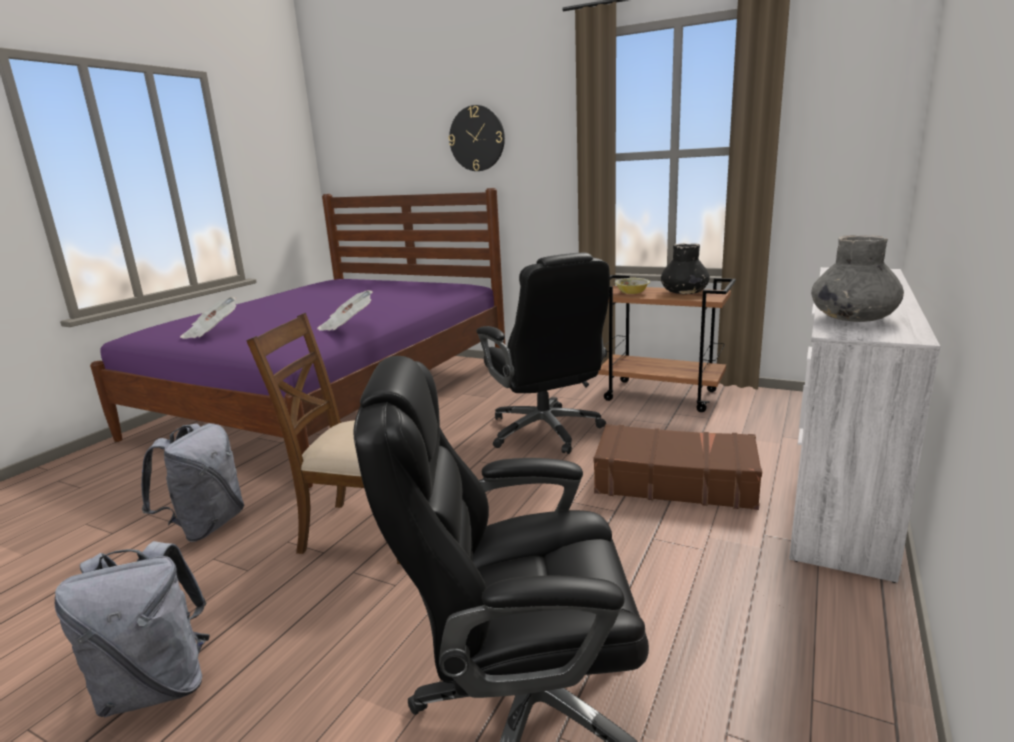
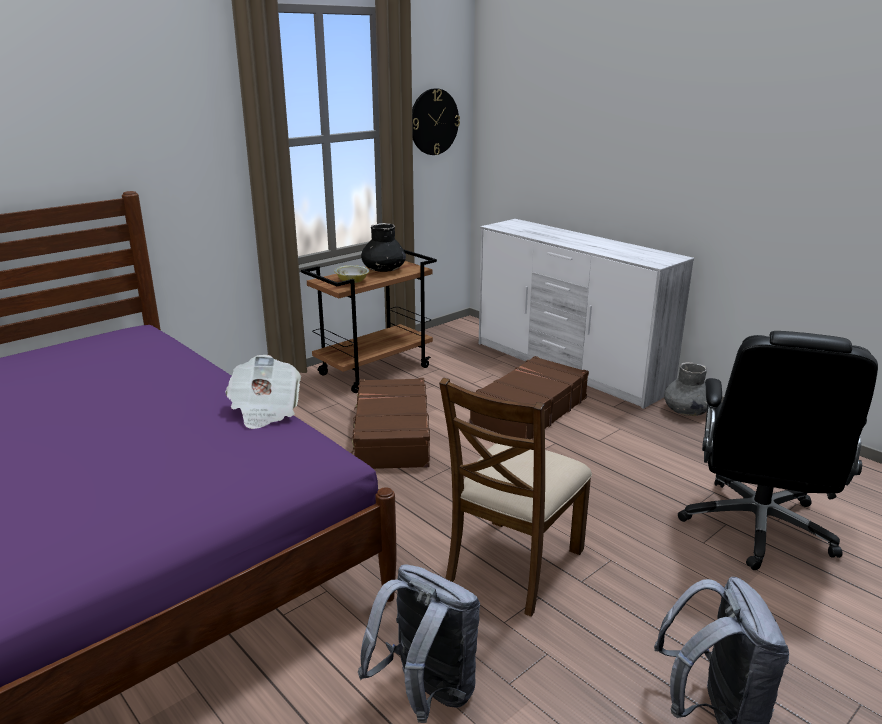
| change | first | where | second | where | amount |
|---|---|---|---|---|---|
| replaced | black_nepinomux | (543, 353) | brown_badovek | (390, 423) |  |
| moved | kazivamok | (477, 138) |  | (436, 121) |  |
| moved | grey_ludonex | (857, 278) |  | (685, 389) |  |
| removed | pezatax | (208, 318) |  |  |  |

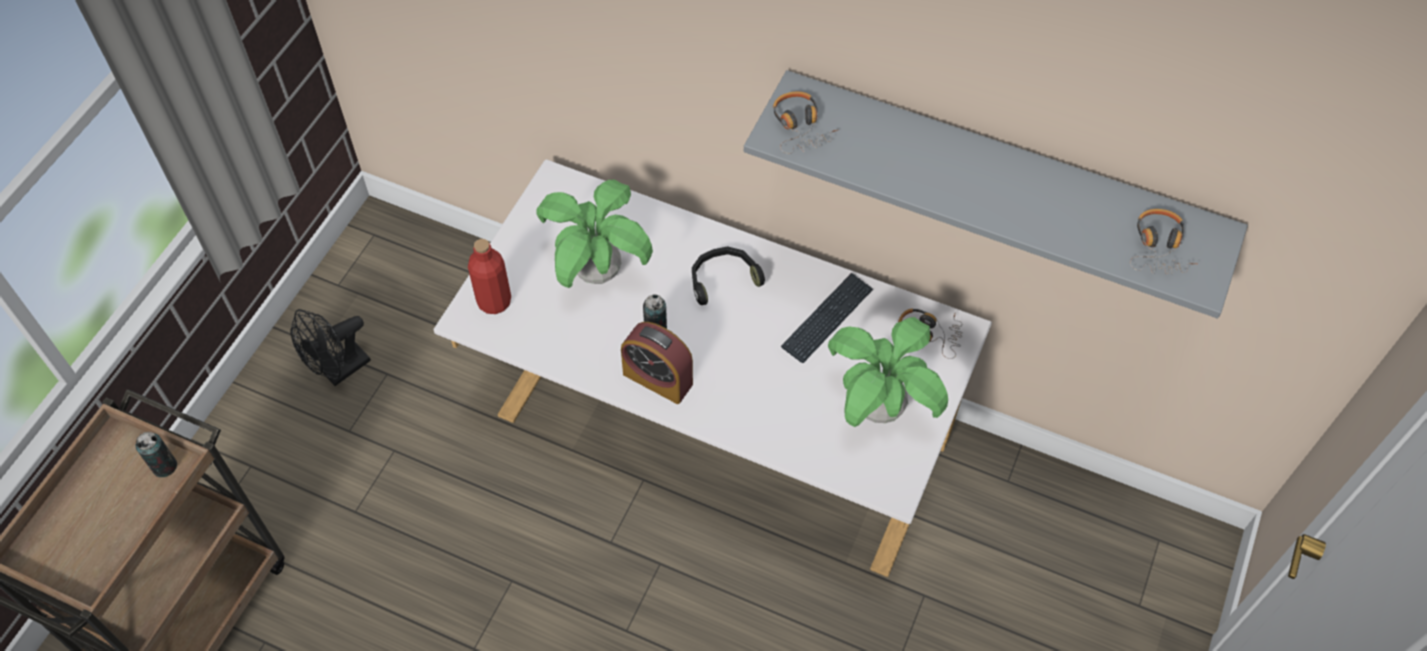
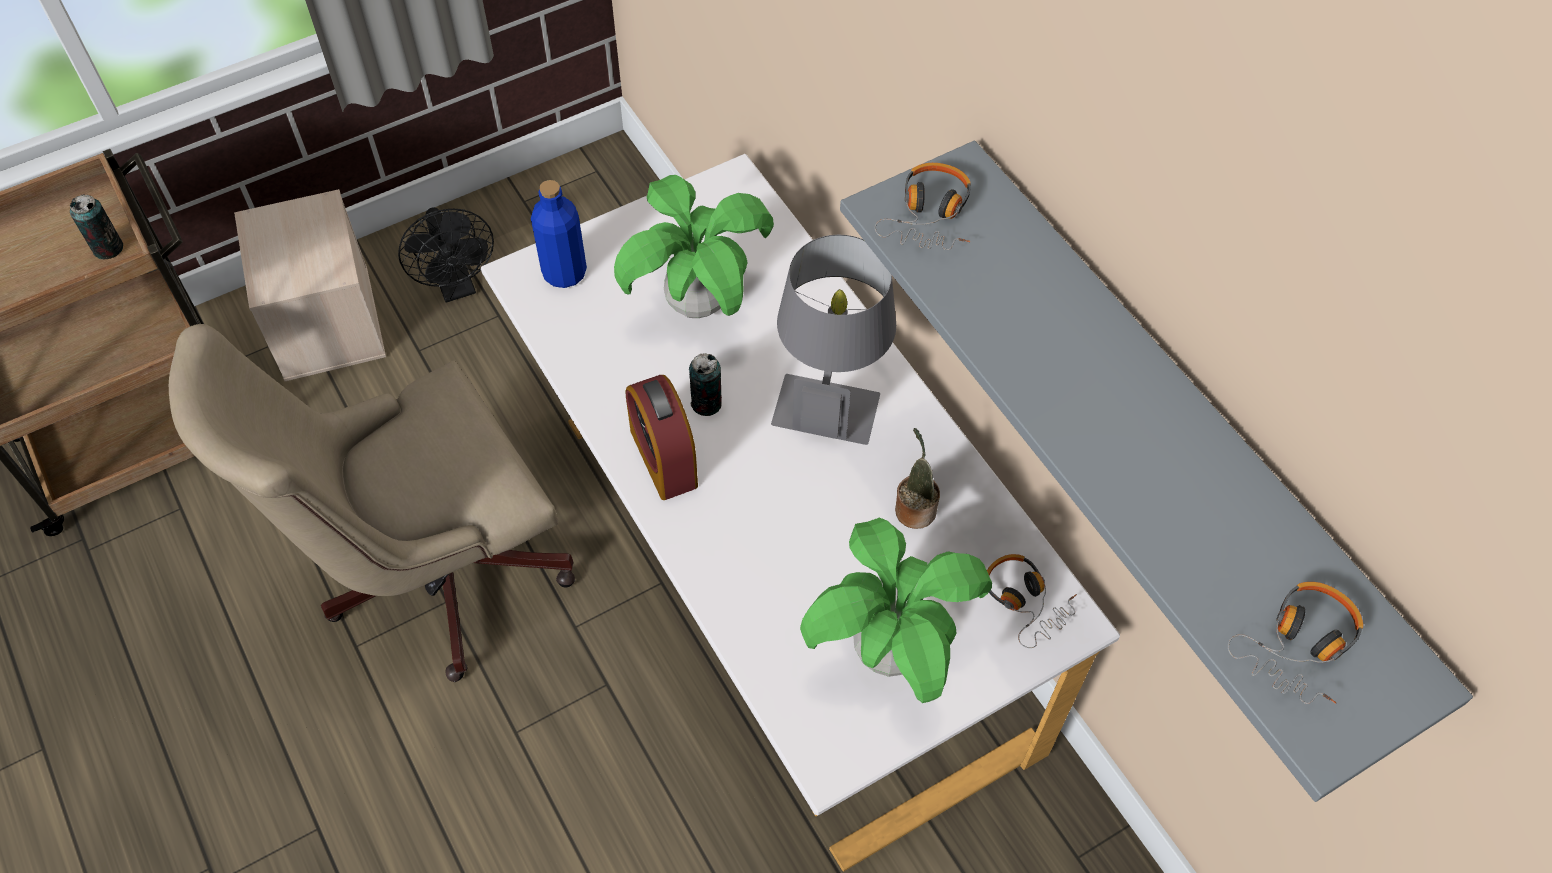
| change | first | where | second | where | amount |
|---|---|---|---|---|---|
| added |  |  | beige_nepinomux | (372, 503) |  |
| added |  |  | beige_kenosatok | (310, 285) |  |
| turned | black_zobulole | (330, 347) |  | (446, 255) | 105 degrees counterclockwise |
| recoloured | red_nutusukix | (489, 276) | blue_nutusukix | (559, 234) |  |
| replaced | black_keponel | (728, 275) | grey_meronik | (833, 340) |  |
| replaced | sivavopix | (827, 318) | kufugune | (917, 478) |  |

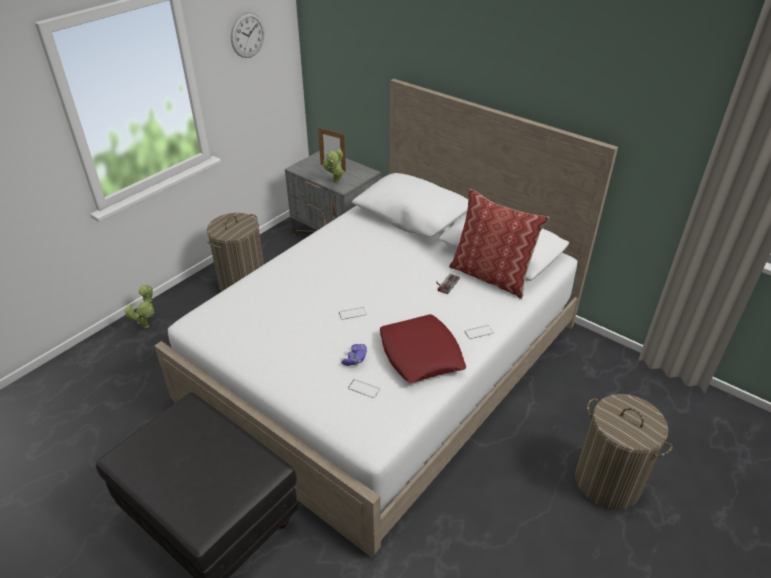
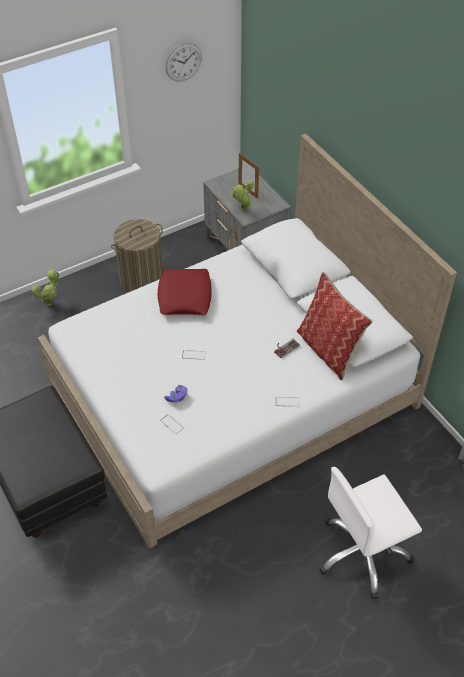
| change | first | where | second | where | amount |
|---|---|---|---|---|---|
| moved | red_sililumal | (423, 348) |  | (185, 292) |  |
| replaced | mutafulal | (623, 452) | white_nepinomux | (370, 533) |  |

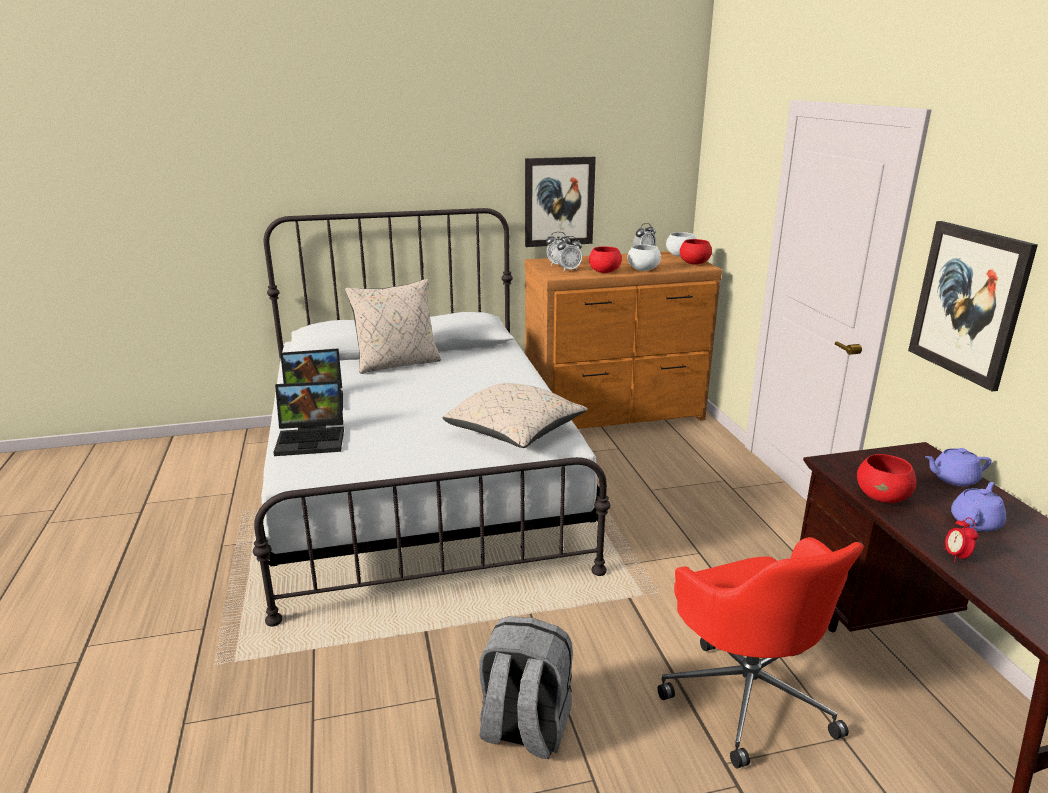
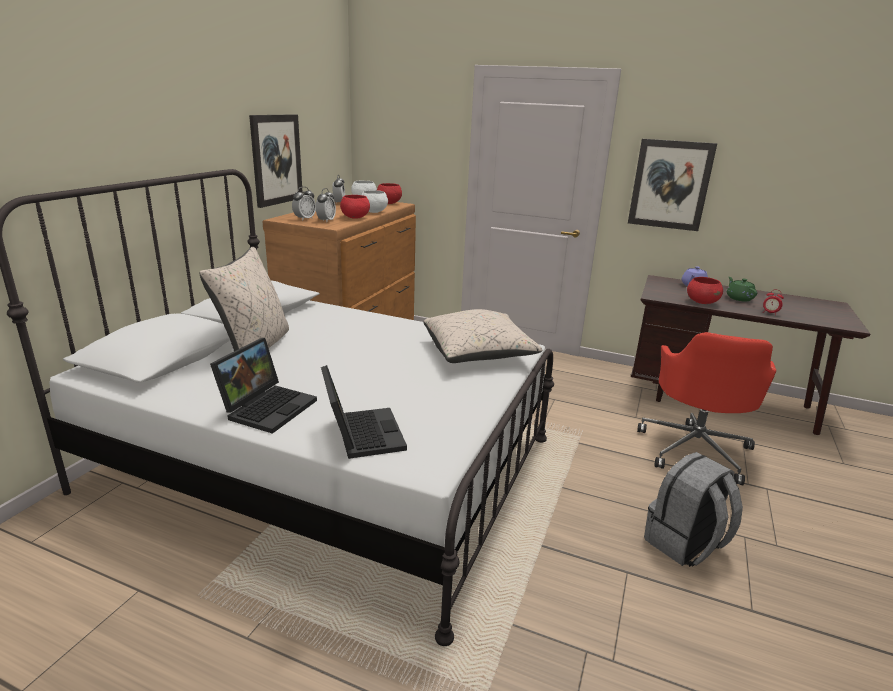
| change | first | where | second | where | amount |
|---|---|---|---|---|---|
| turned | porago | (308, 418) |  | (364, 412) | 45 degrees counterclockwise |
| turned | red_nepinomux | (761, 652) |  | (706, 408) | 90 degrees clockwise |
| recoloured | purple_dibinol | (978, 507) | green_dibinol | (742, 289) |  |

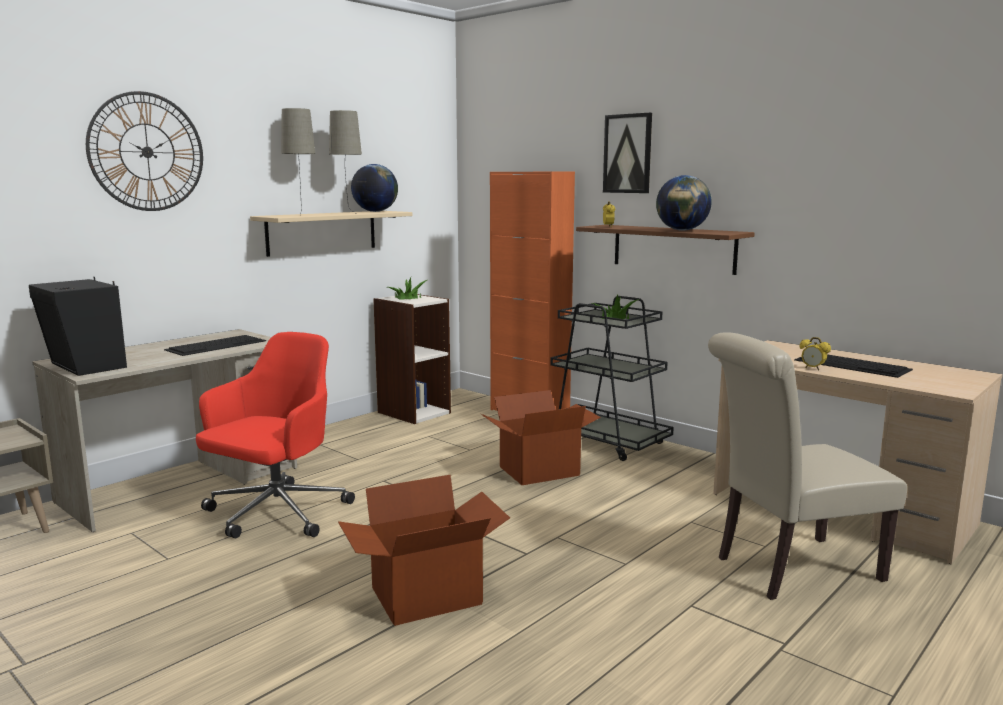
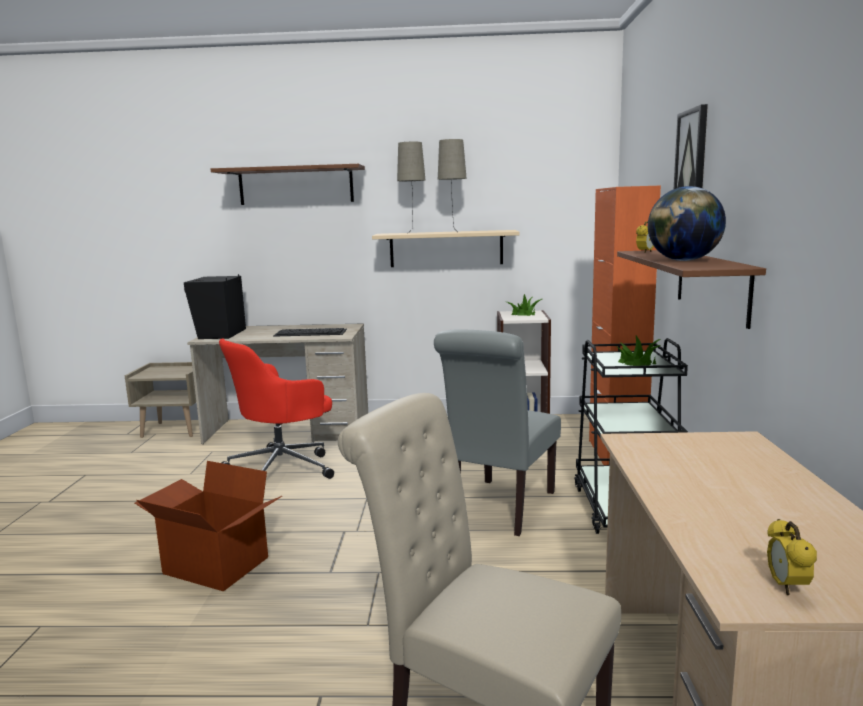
| change | first | where | second | where | amount |
|---|---|---|---|---|---|
| replaced | kazivamok | (144, 151) | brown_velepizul | (288, 184) |  |
| turned | red_nepinomux | (275, 435) |  | (276, 409) | 150 degrees clockwise |
| replaced | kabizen | (541, 437) | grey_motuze | (497, 432) |  |
| moved | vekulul | (815, 353) |  | (792, 557) |  |
| removed | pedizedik | (374, 188) |  |  |  |
| removed | sivavopix | (853, 366) |  |  |  |

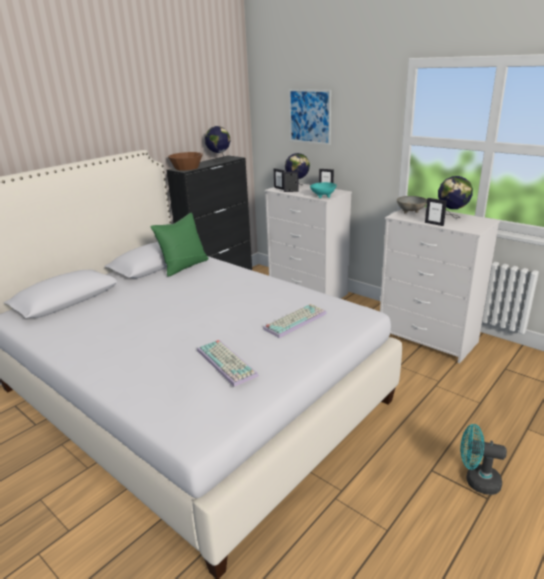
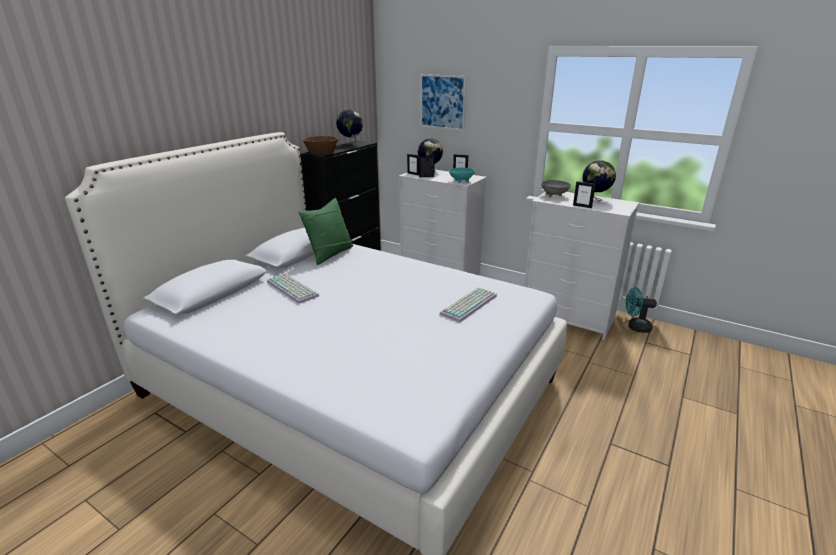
| change | first | where | second | where | amount |
|---|---|---|---|---|---|
| moved | sivavopix | (228, 363) |  | (293, 288) |  |
| moved | turquoise_zobulole | (484, 459) |  | (641, 310) |  |

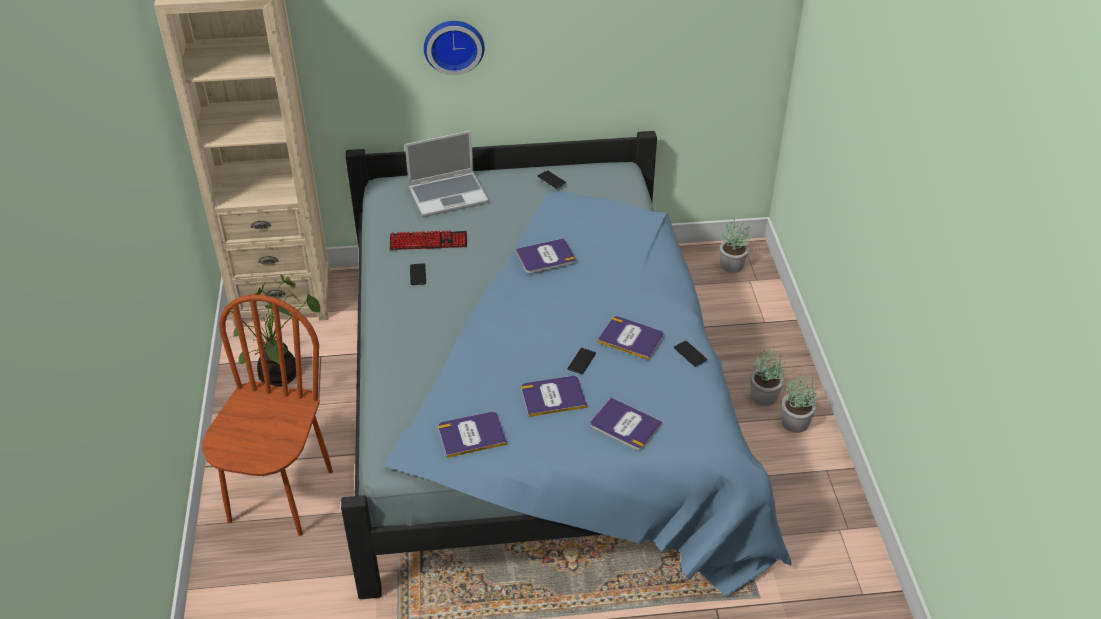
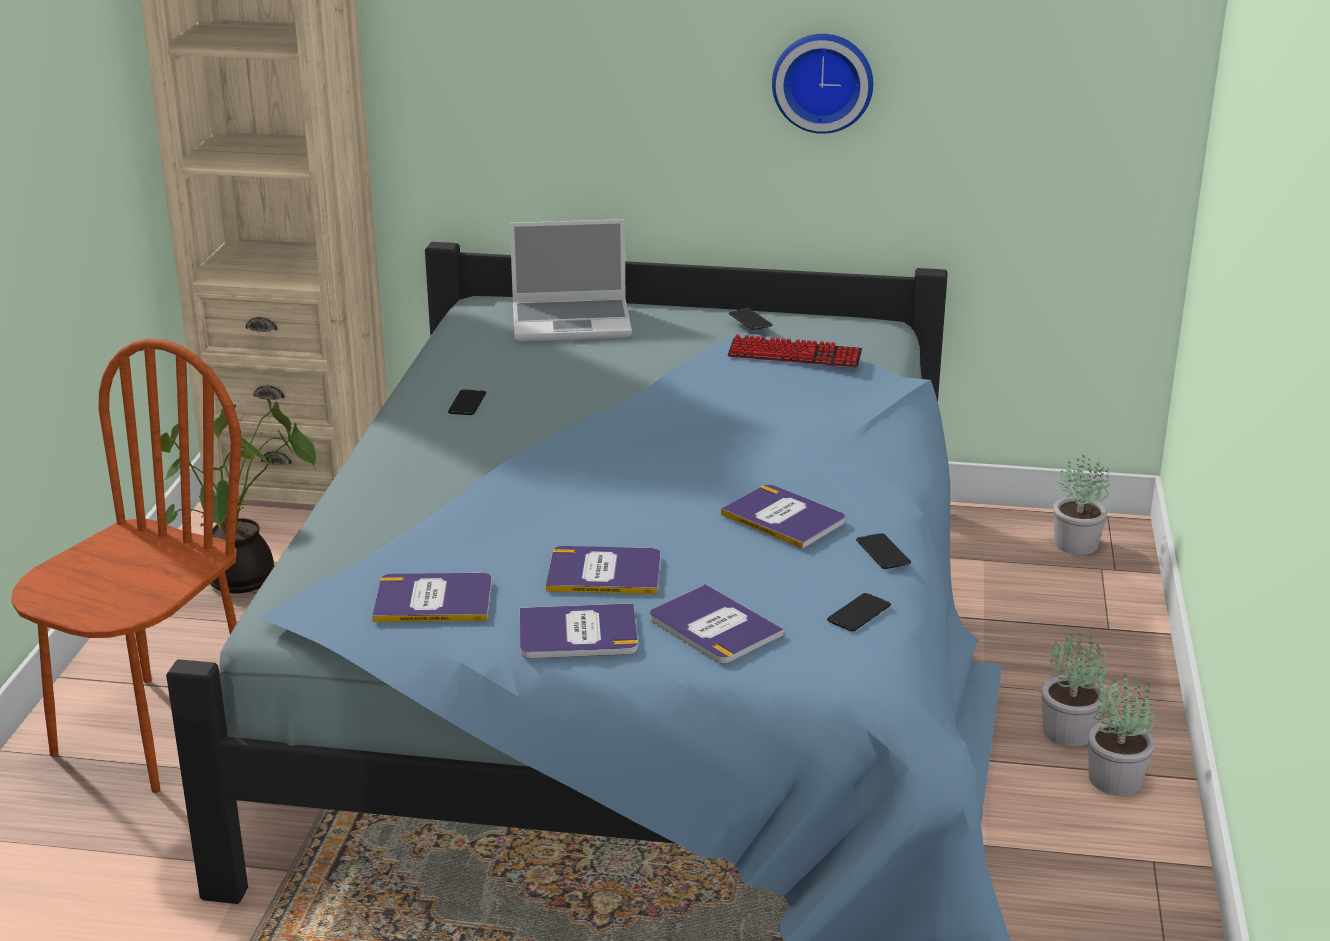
| change | first | where | second | where | amount |
|---|---|---|---|---|---|
| moved | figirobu | (545, 255) |  | (579, 630) |  |
| moved | sivavopix | (428, 240) |  | (795, 351) |  |
| moved | kazivamok | (454, 48) |  | (822, 84) |  |
| moved | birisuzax | (582, 361) |  | (859, 612) |  |

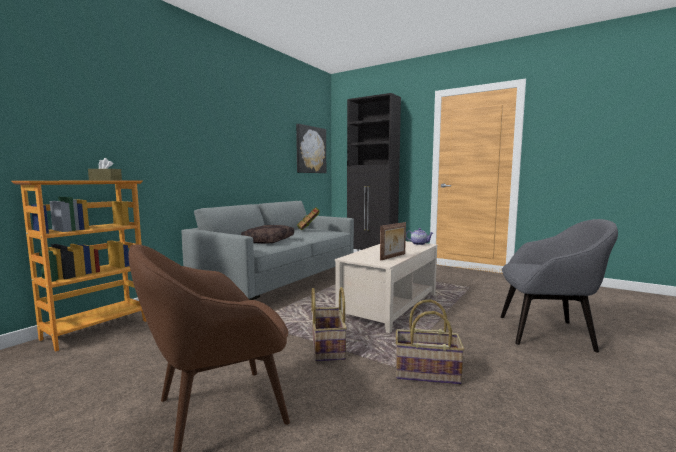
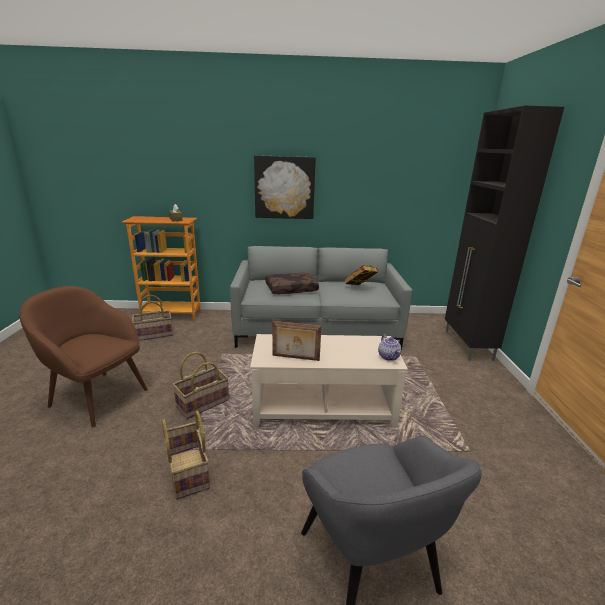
| change | first | where | second | where | amount |
|---|---|---|---|---|---|
| added |  |  | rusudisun | (152, 318) |  |
| moved | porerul | (311, 148) |  | (285, 187) |  |

